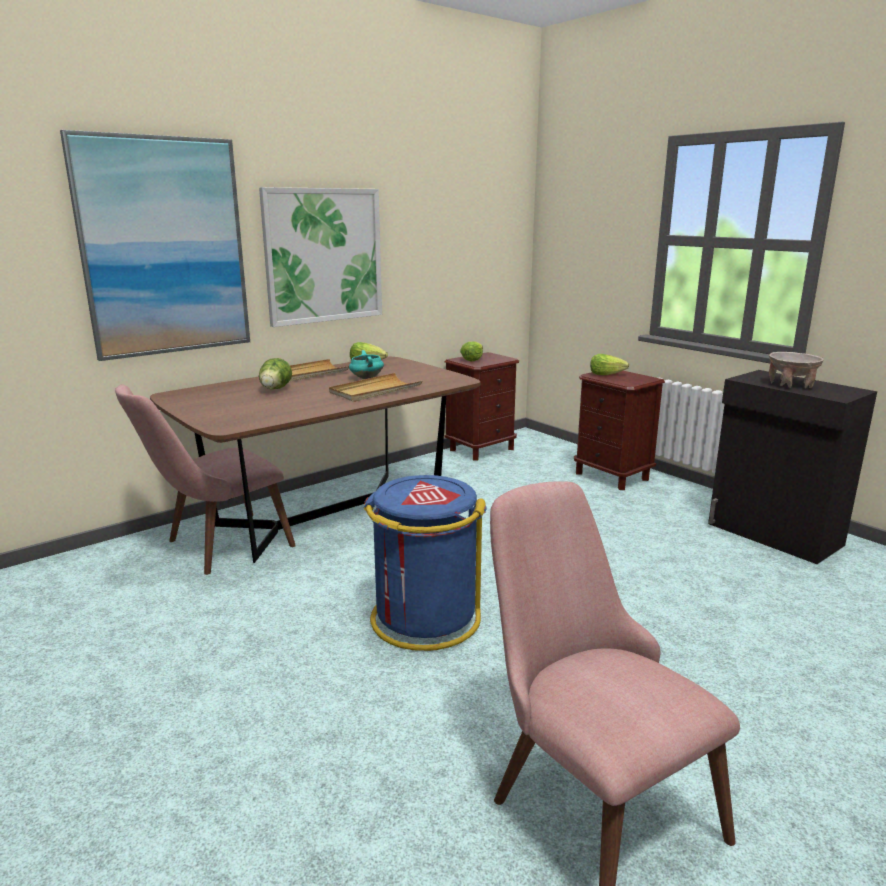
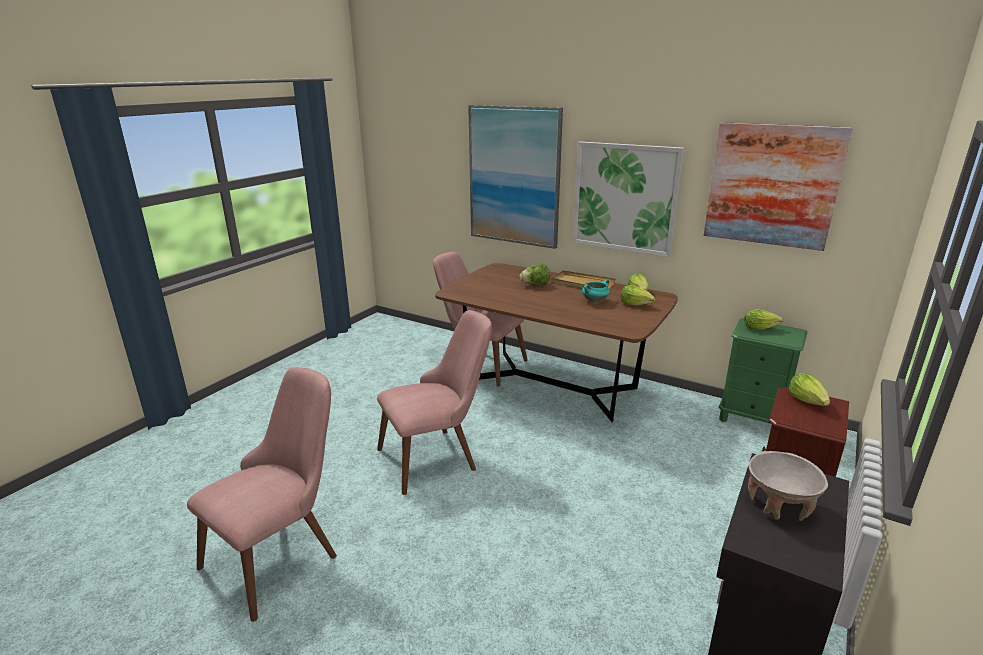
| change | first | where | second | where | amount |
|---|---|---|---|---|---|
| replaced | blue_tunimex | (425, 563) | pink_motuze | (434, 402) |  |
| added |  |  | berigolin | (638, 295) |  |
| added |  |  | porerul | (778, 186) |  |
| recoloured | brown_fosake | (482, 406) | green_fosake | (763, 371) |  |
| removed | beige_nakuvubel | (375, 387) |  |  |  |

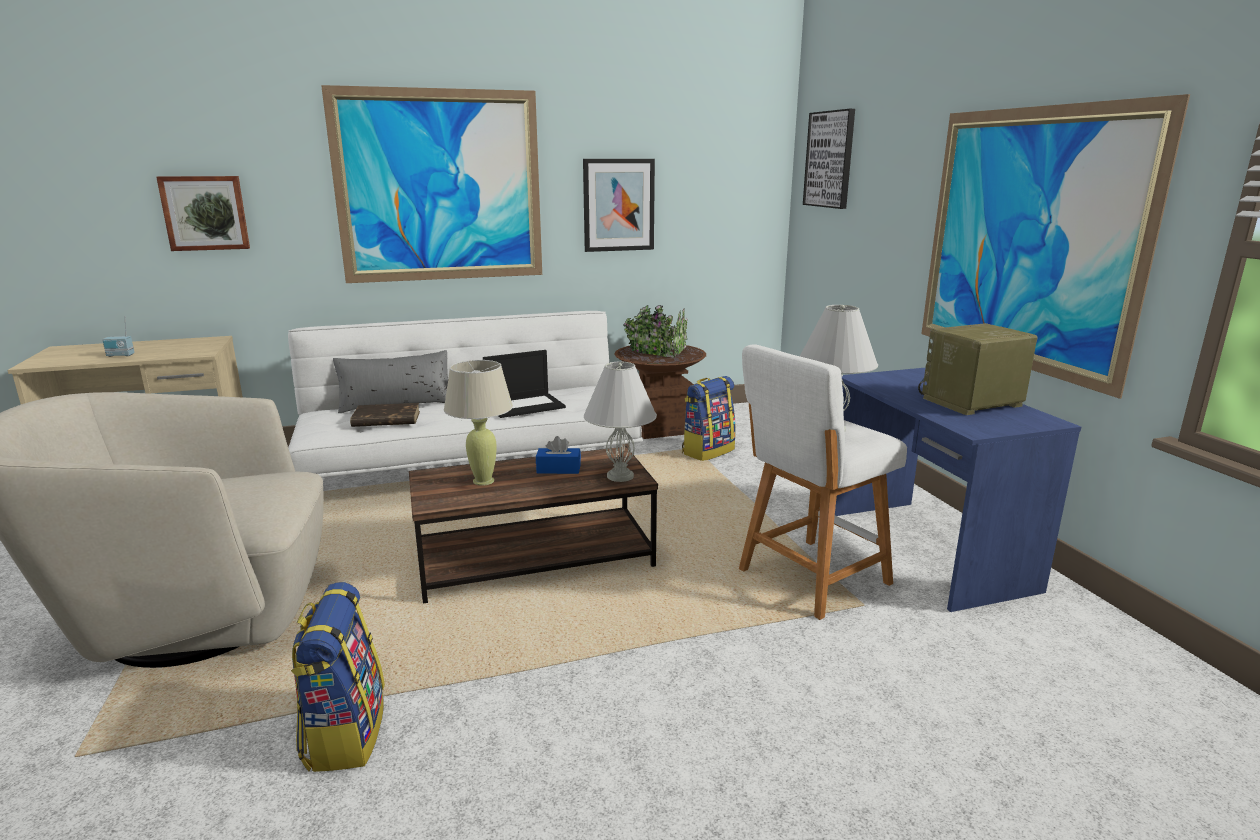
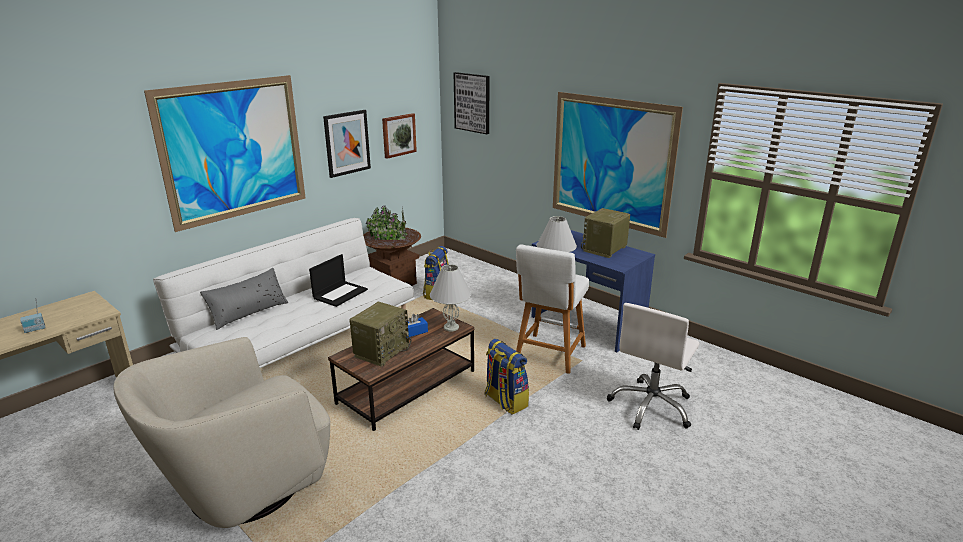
| change | first | where | second | where | amount |
|---|---|---|---|---|---|
| replaced | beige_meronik | (478, 423) | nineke | (380, 334) |  |
| moved | porerul | (203, 213) |  | (399, 136) |  |
| moved | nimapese | (338, 677) |  | (507, 376) |  |
| added |  |  | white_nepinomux | (653, 366) |  |
| removed | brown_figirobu | (385, 415) |  |  |  |

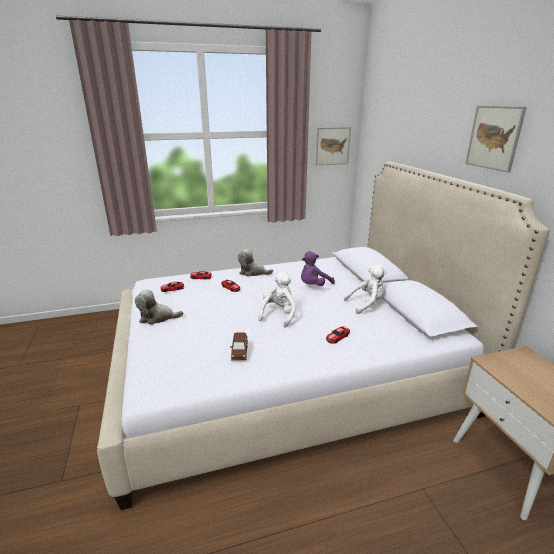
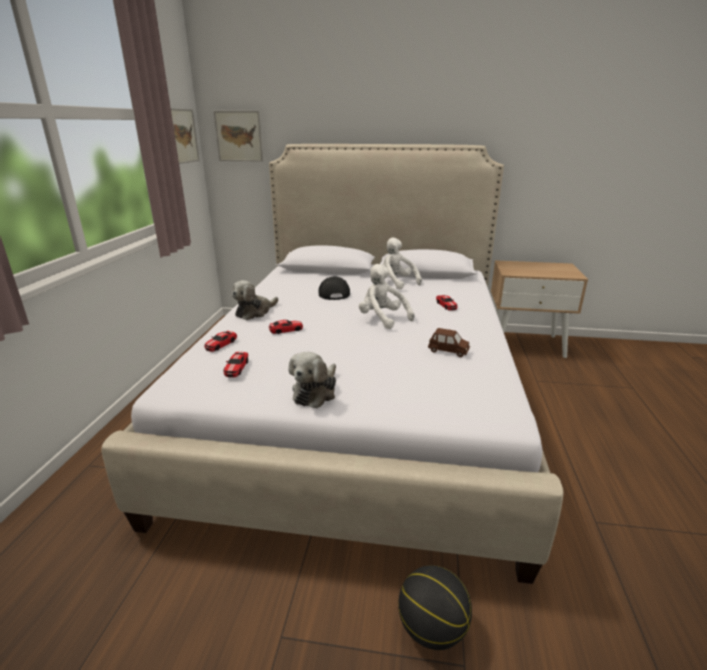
| change | first | where | second | where | amount |
|---|---|---|---|---|---|
| moved | porerul | (496, 139) |  | (238, 136) |  |
| replaced | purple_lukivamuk | (318, 268) | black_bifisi | (334, 288) |  |
| turned | white_lukivamuk | (366, 289) |  | (402, 263) | 45 degrees counterclockwise |
| added |  |  | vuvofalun | (435, 607) |  |

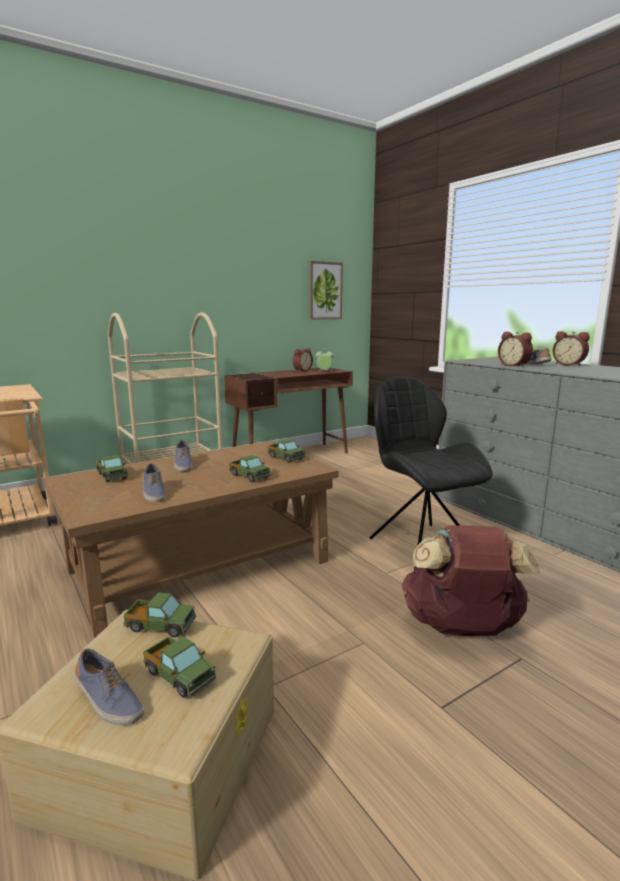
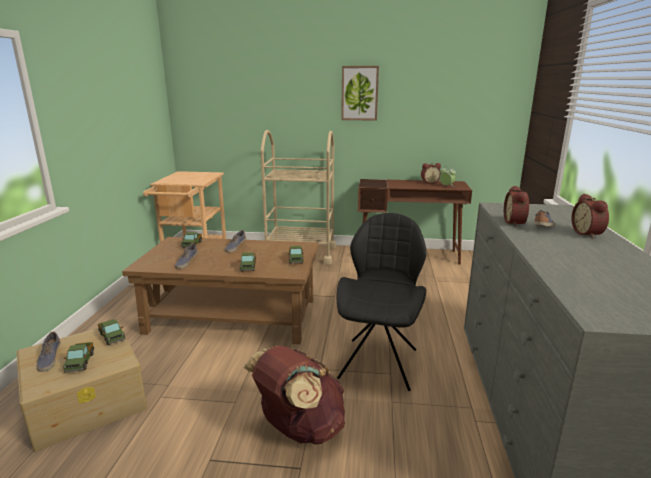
| change | first | where | second | where | amount |
|---|---|---|---|---|---|
| moved | porerul | (326, 290) |  | (360, 93) |  |

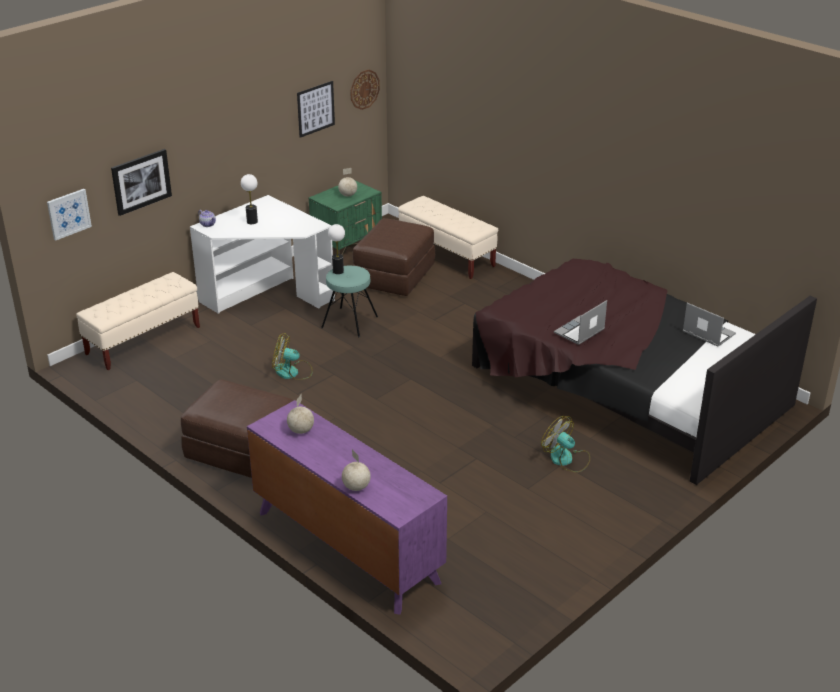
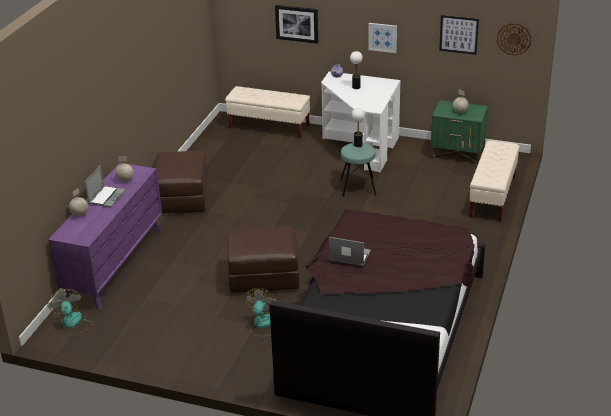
| change | first | where | second | where | amount |
|---|---|---|---|---|---|
| moved | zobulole | (292, 356) |  | (70, 312) |  |
| moved | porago | (709, 325) |  | (105, 186) |  |
| moved | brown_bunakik | (394, 257) |  | (263, 259) |  |
| moved | porerul | (69, 214) |  | (382, 38) |  |

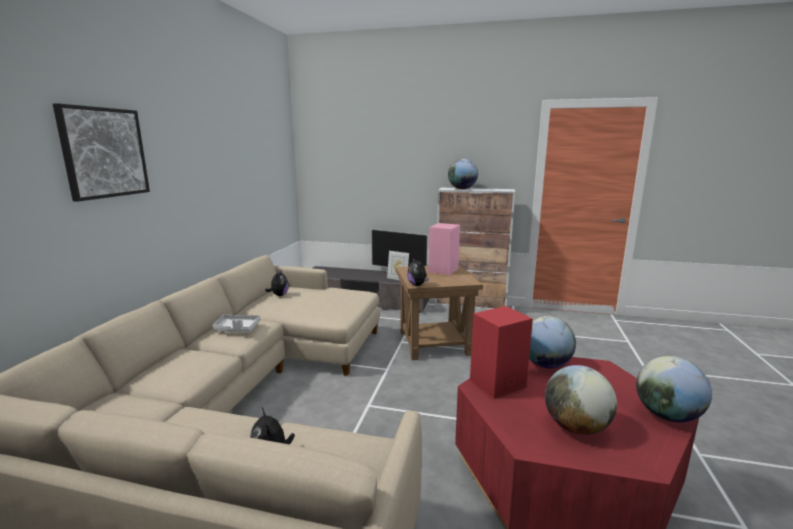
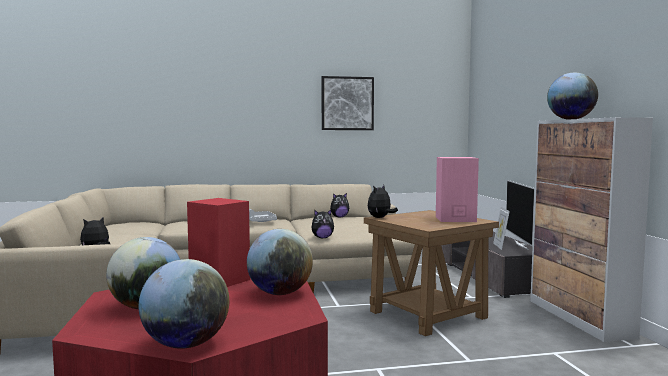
| change | first | where | second | where | amount |
|---|---|---|---|---|---|
| added |  |  | lukivamuk | (322, 224) |  |
| moved | porerul | (101, 152) |  | (348, 103) |  |

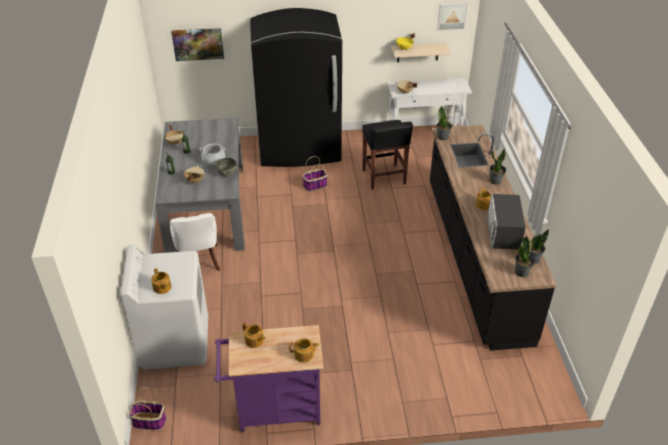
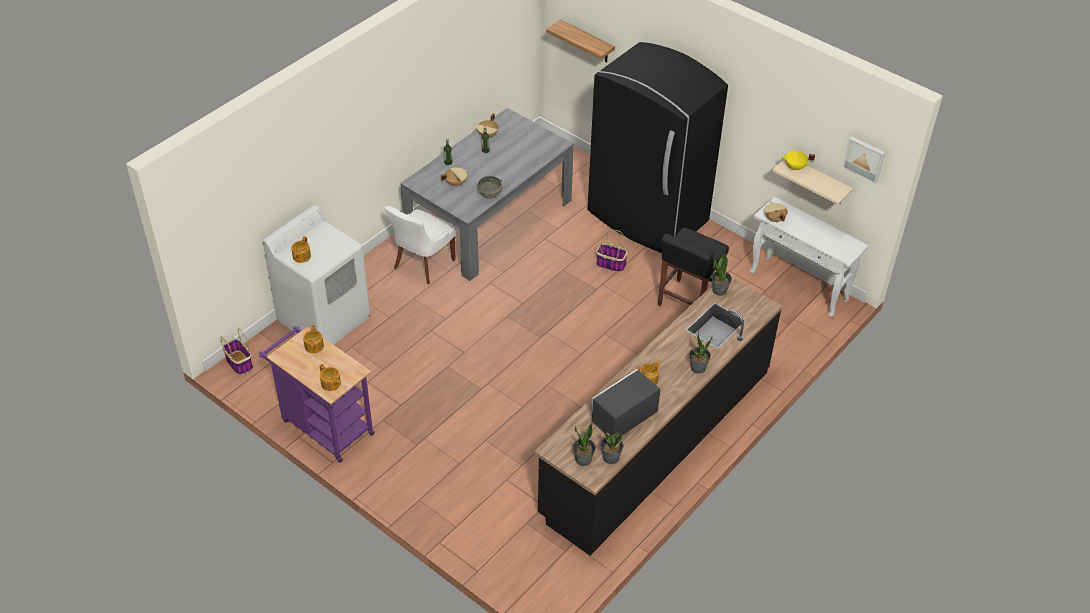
| change | first | where | second | where | amount |
|---|---|---|---|---|---|
| replaced | porerul | (197, 44) | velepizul | (580, 41) |  |
| removed | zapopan | (212, 154) |  |  |  |

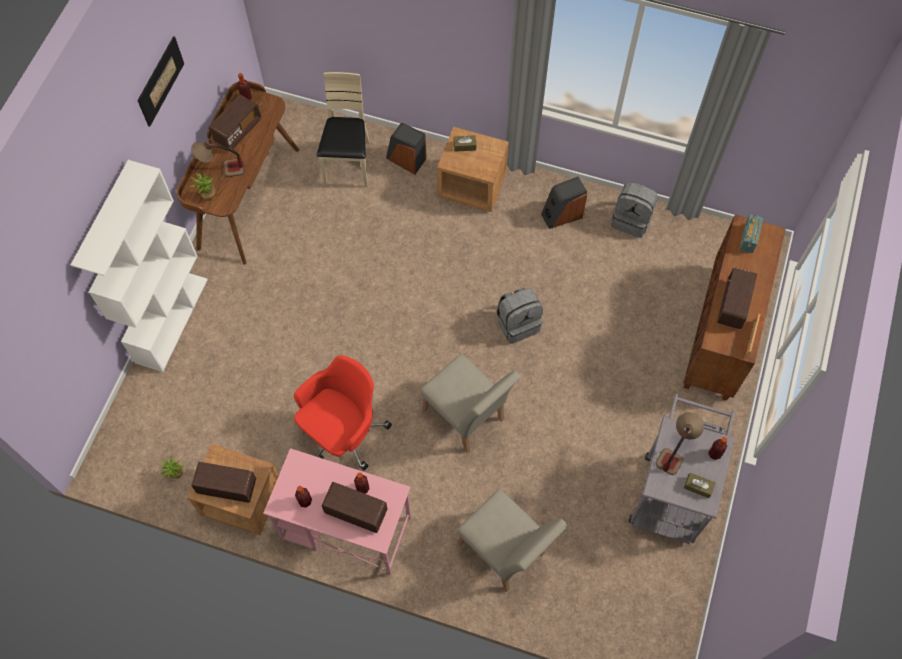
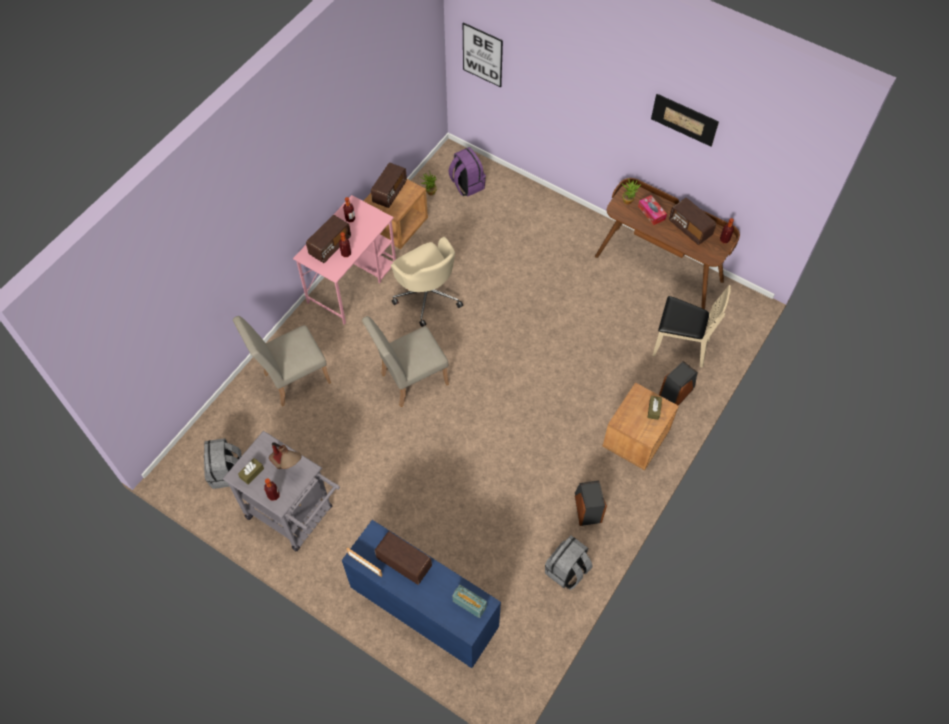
| change | first | where | second | where | amount |
|---|---|---|---|---|---|
| moved | grey_nimapese | (520, 316) |  | (223, 463) |  |
| recoloured | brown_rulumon | (734, 307) | blue_rulumon | (421, 594) |  |
| recoloured | red_nepinomux | (343, 412) | beige_nepinomux | (426, 282) |  |
| added |  |  | purple_nimapese | (467, 171) |  |
| added |  |  | porerul | (483, 54) |  |
| replaced | meronik | (218, 158) | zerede | (652, 210) |  |
| removed | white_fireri | (139, 266) |  |  |  |

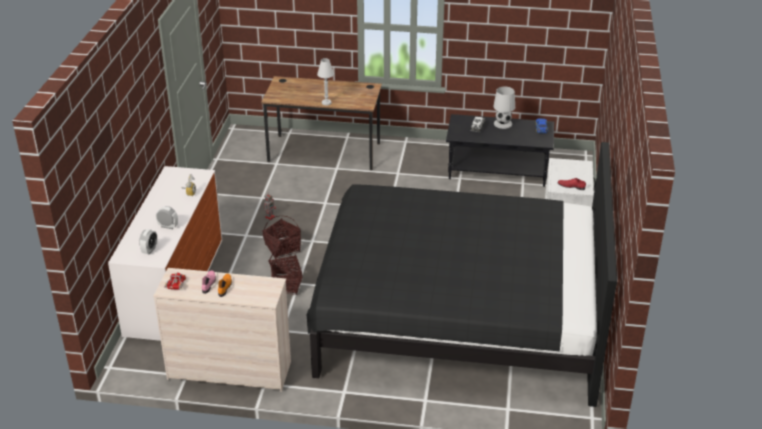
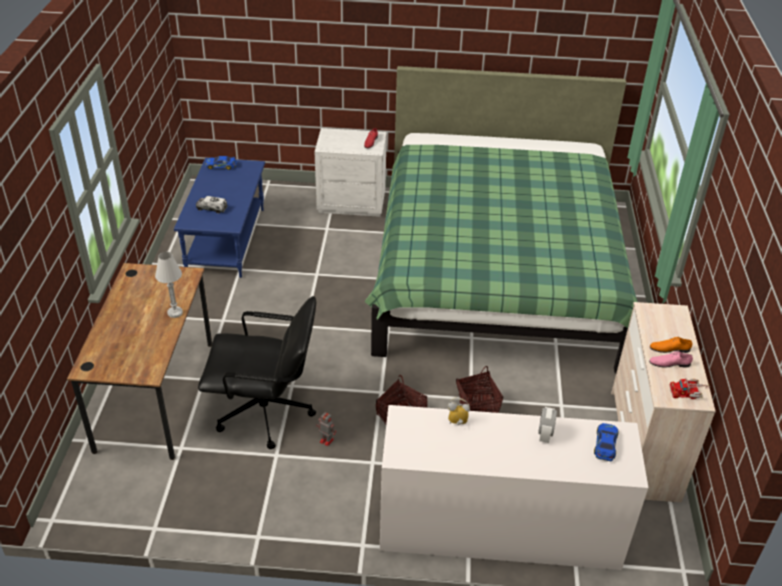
| change | first | where | second | where | amount |
|---|---|---|---|---|---|
| recoloured | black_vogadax | (500, 150) | blue_vogadax | (219, 218) |  |
| added |  |  | black_nepinomux | (257, 372) |  |
| recoloured | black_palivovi | (462, 274) | green_palivovi | (501, 219) |  |
| replaced | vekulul | (148, 242) | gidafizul | (606, 442) |  |
| removed | white_meronik | (504, 107) |  |  |  |

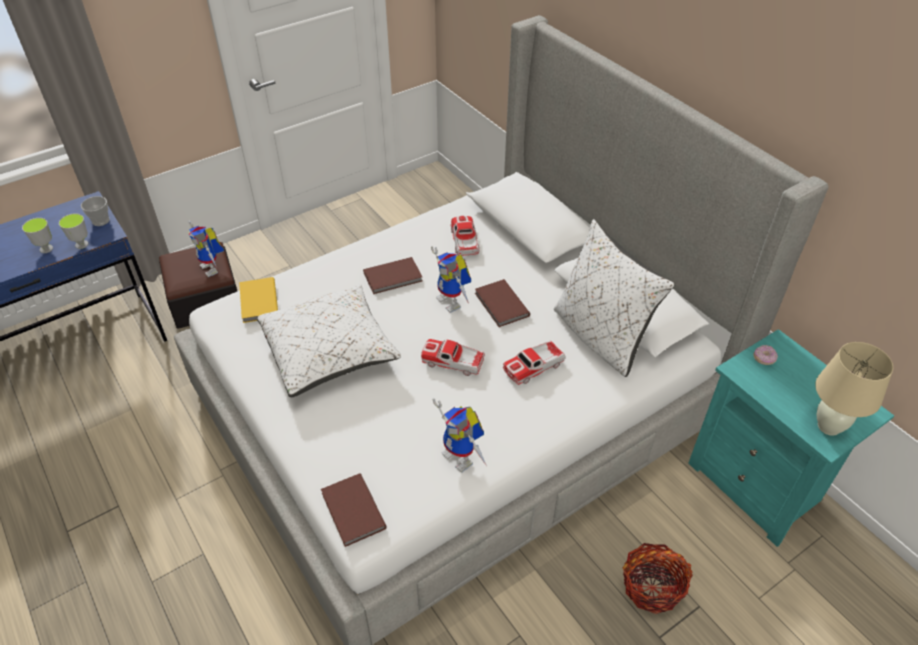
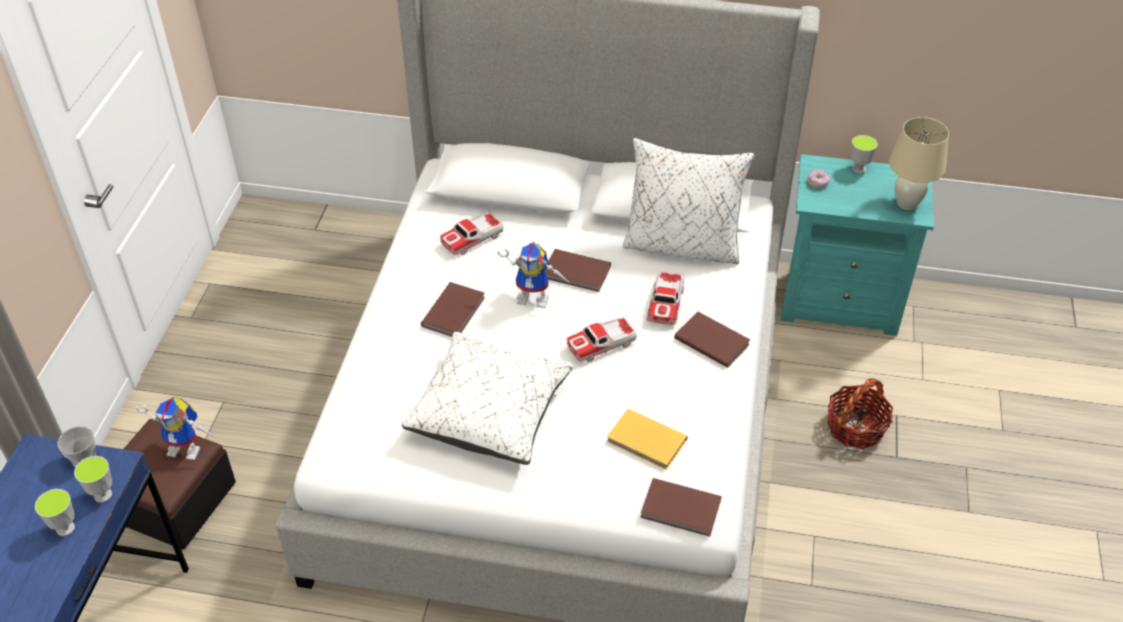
| change | first | where | second | where | amount |
|---|---|---|---|---|---|
| turned | gidafizul | (465, 236) |  | (472, 234) | 75 degrees counterclockwise |
| moved | yellow_figirobu | (258, 300) |  | (647, 439) |  |
| added |  |  | brown_figirobu | (712, 340) |  |
| added |  |  | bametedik | (864, 154) |  |
| removed | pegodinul | (460, 435) |  |  |  |

